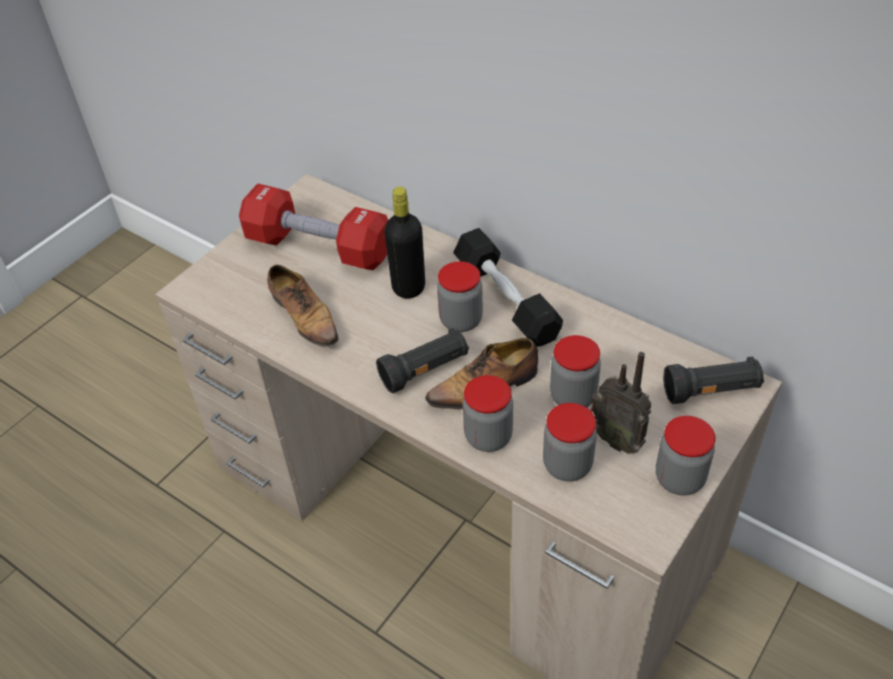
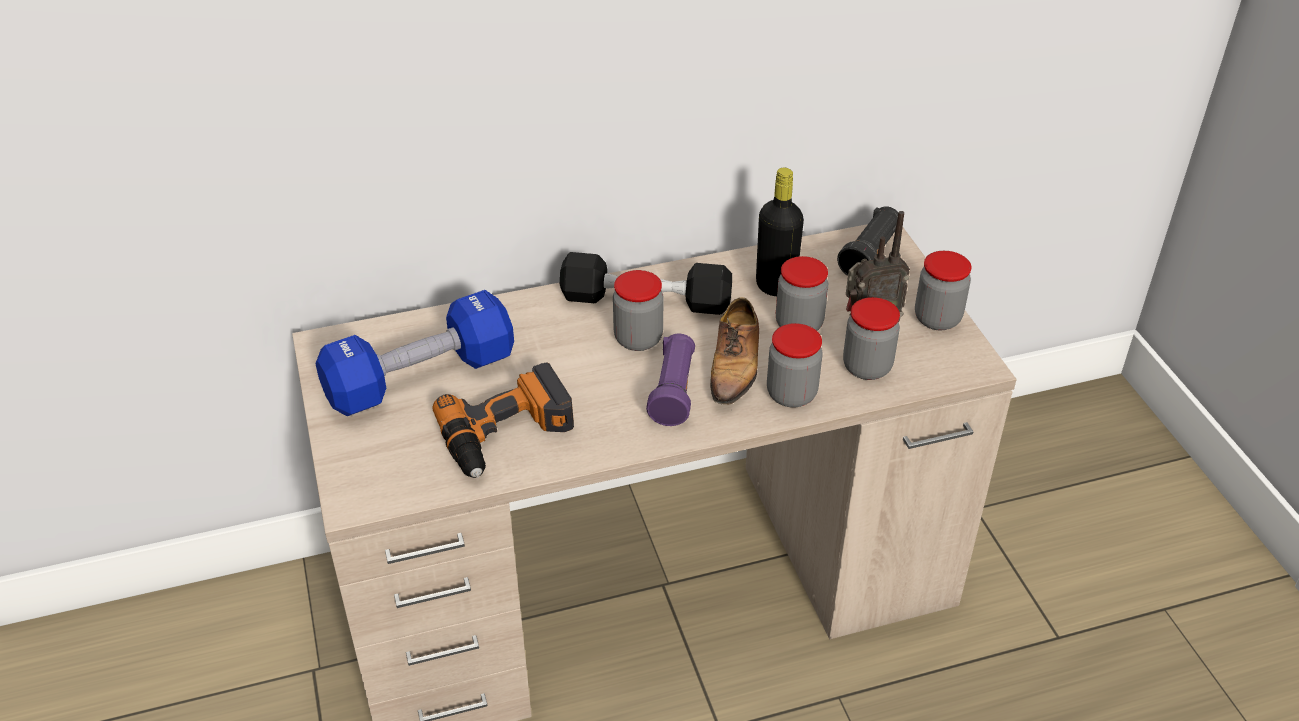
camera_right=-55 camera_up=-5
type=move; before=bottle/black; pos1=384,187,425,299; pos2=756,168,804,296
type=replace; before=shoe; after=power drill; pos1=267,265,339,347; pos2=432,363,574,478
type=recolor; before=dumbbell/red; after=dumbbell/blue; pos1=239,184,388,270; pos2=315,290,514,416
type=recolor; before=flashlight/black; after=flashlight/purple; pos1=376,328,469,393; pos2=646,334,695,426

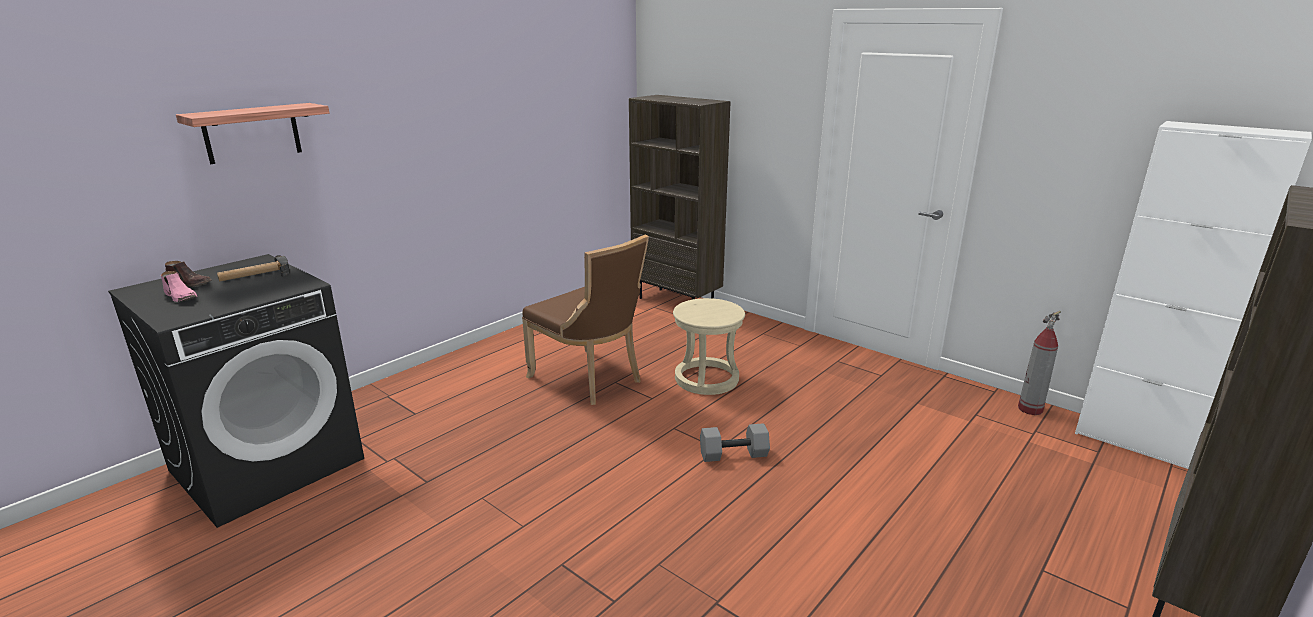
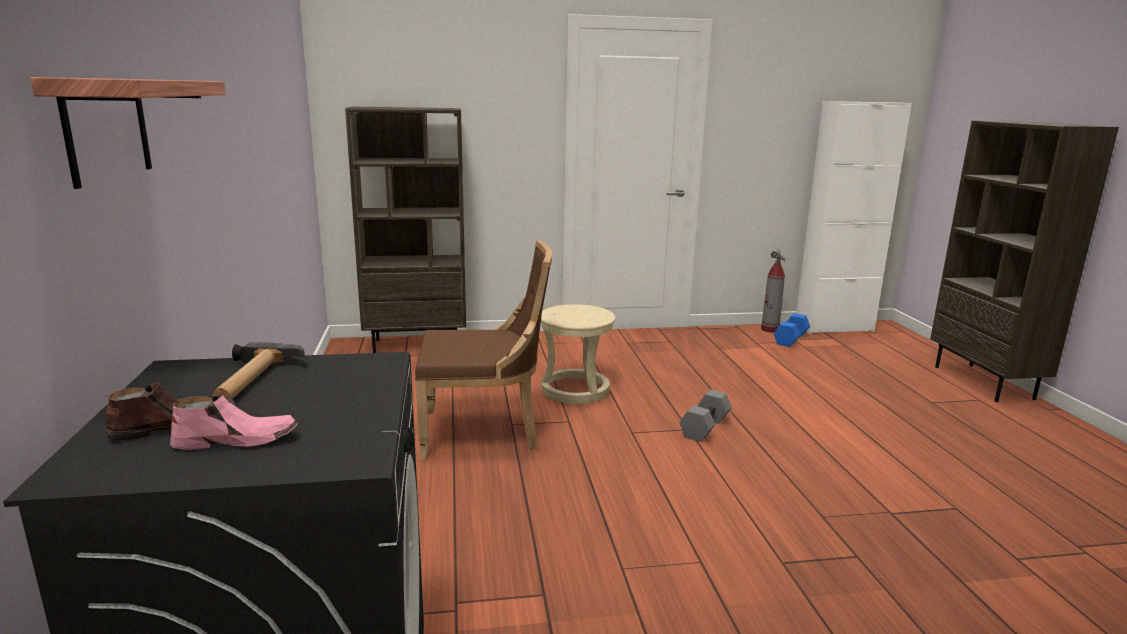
camera_right=-50 camera_up=-5
type=insert; after=dumbbell/blue; pos2=774,313,810,347

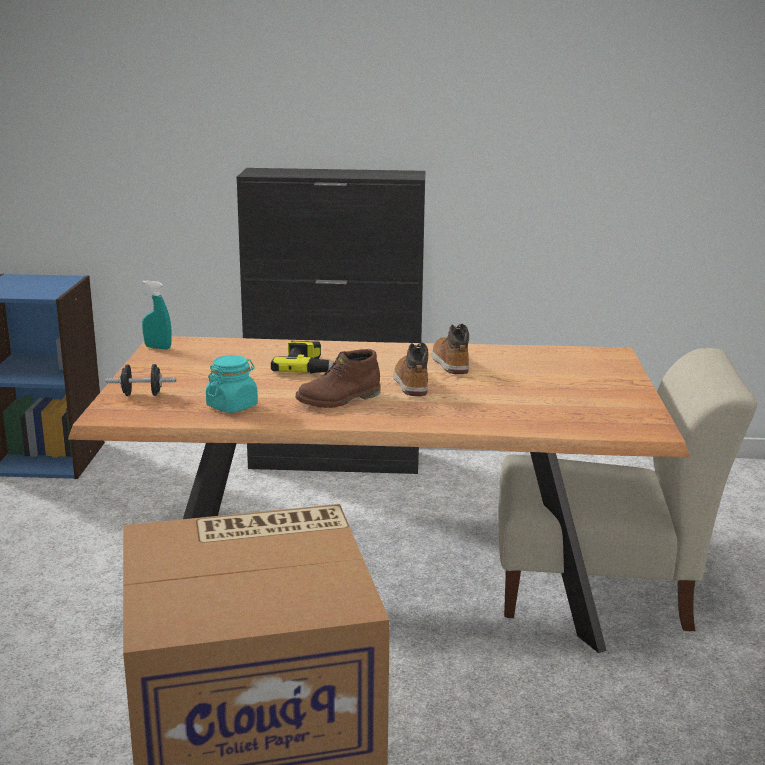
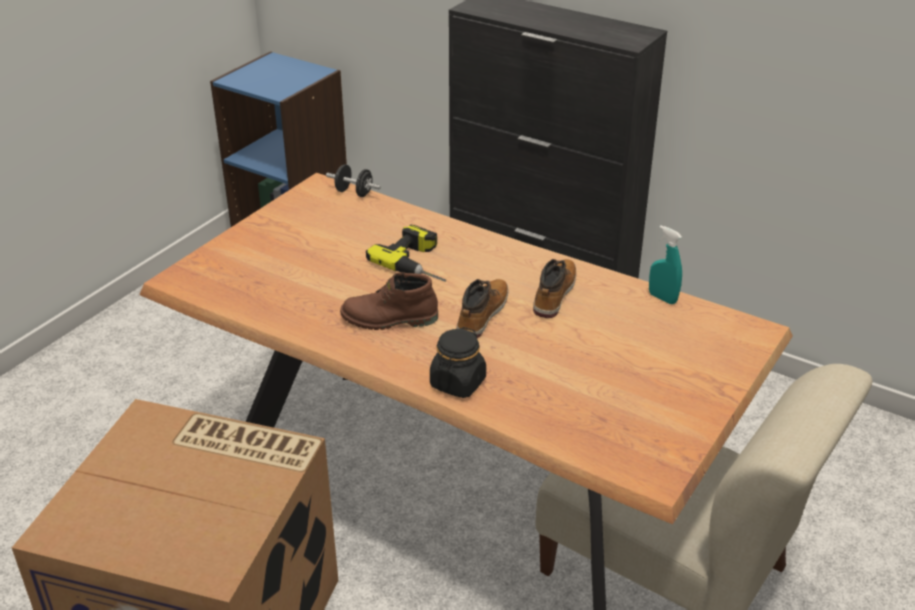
camera_right=30 camera_up=15
type=delete; before=jar/turquoise; pos1=206,355,258,413
type=insert; after=jar/black; pos2=430,327,486,398
type=move; before=dumbbell/black; pos1=106,364,176,396; pos2=326,164,381,197
type=move; before=spray bottle/turquoise; pos1=142,281,172,349; pos2=649,225,682,304

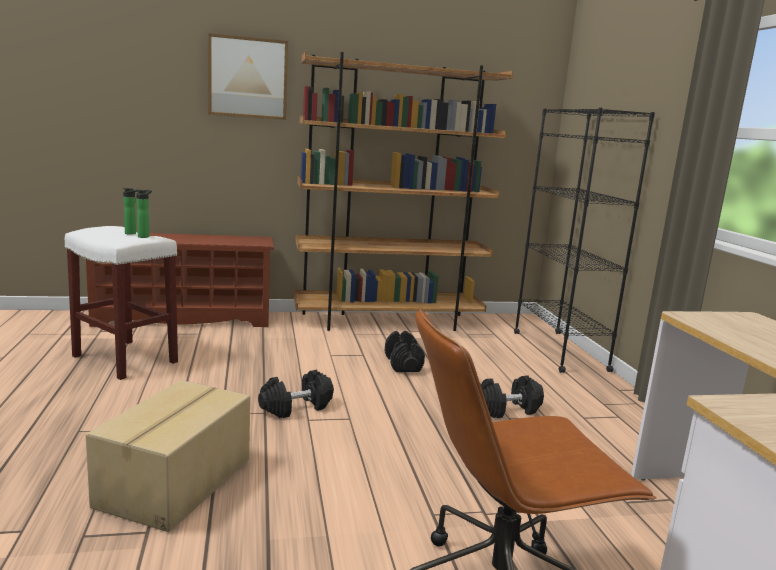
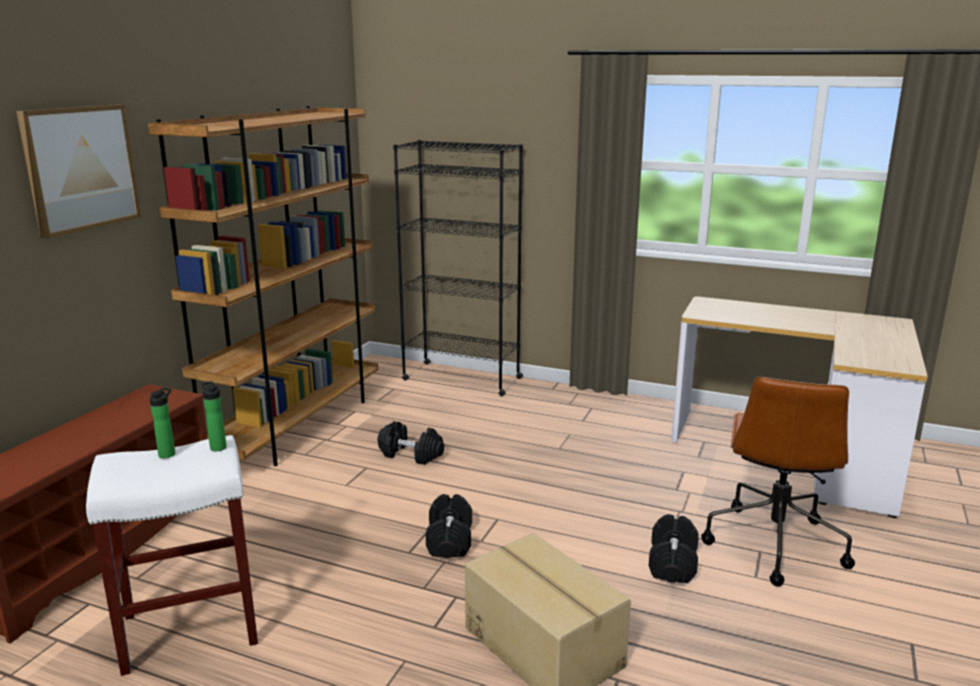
camera_right=-55 camera_up=5
type=move; before=dumbbell/black; pos1=480,375,544,418; pos2=649,514,699,583

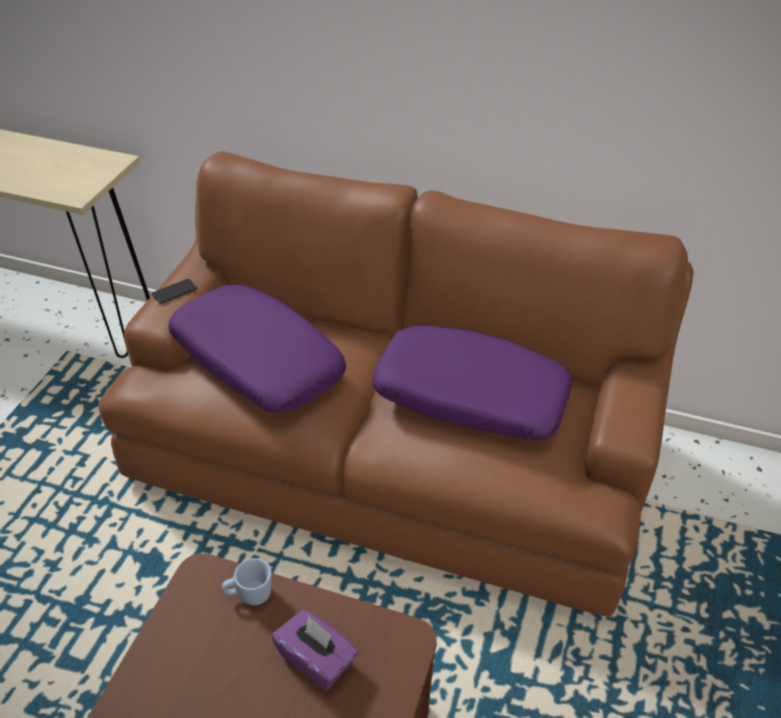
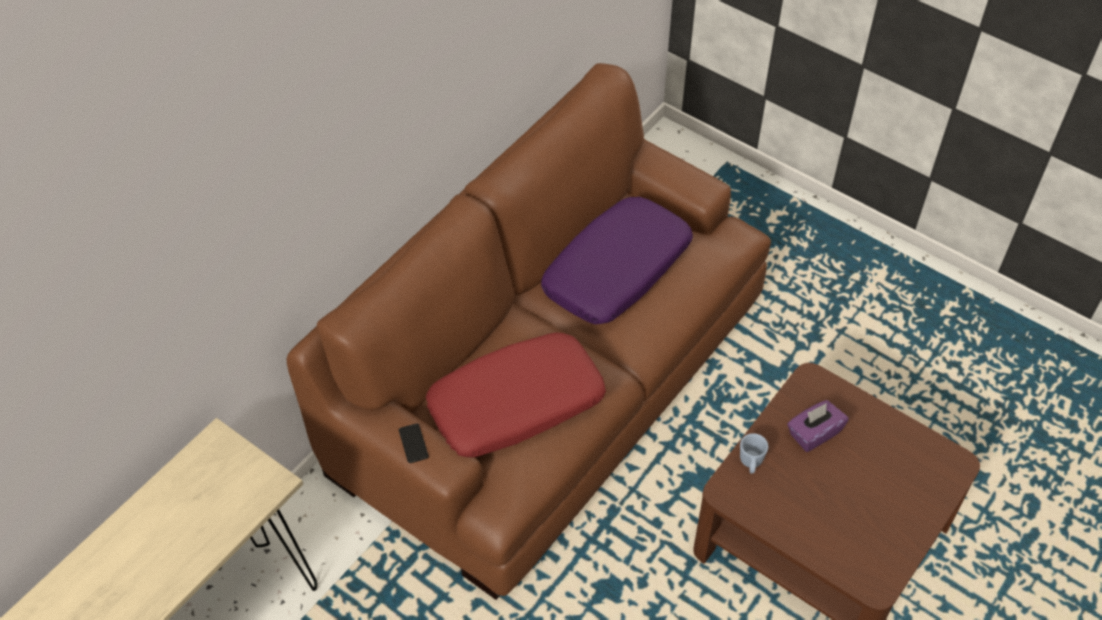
camera_right=-70 camera_up=10
type=recolor; before=pillow/purple; after=pillow/red; pos1=168,285,346,413; pos2=426,333,606,457

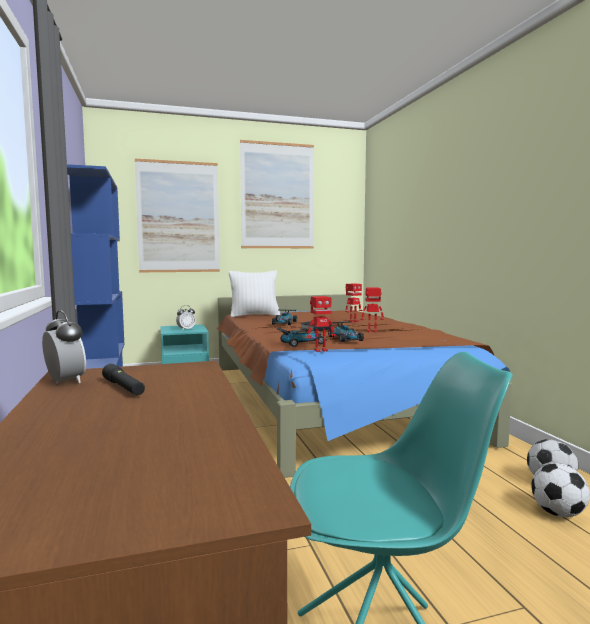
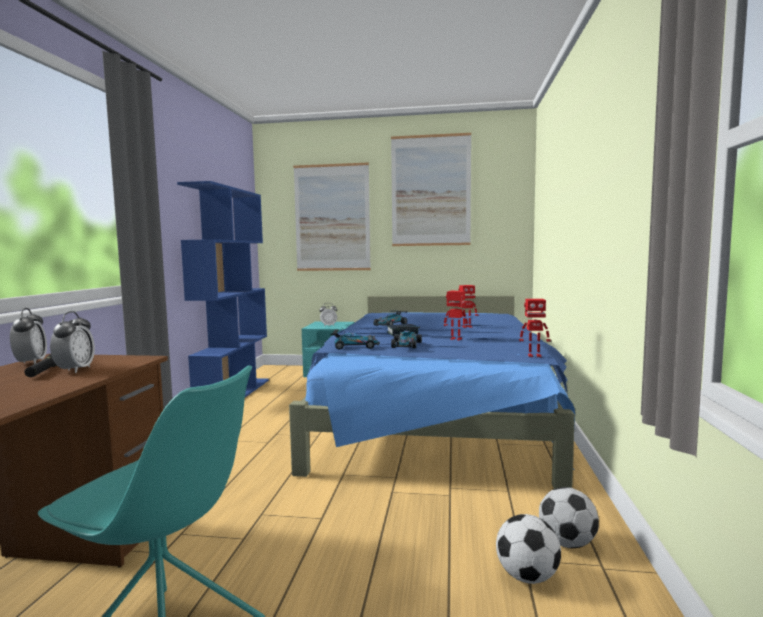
camera_right=25 camera_up=0
type=delete; before=pillow/white; pos1=229,270,280,317
type=insert; after=alarm clock; pos2=50,311,95,373
type=move; before=toy robot; pos1=307,296,335,352; pos2=519,299,551,357
type=recolor; before=bed/brown; after=bed/blue; pos1=216,294,512,478; pos2=289,296,575,489

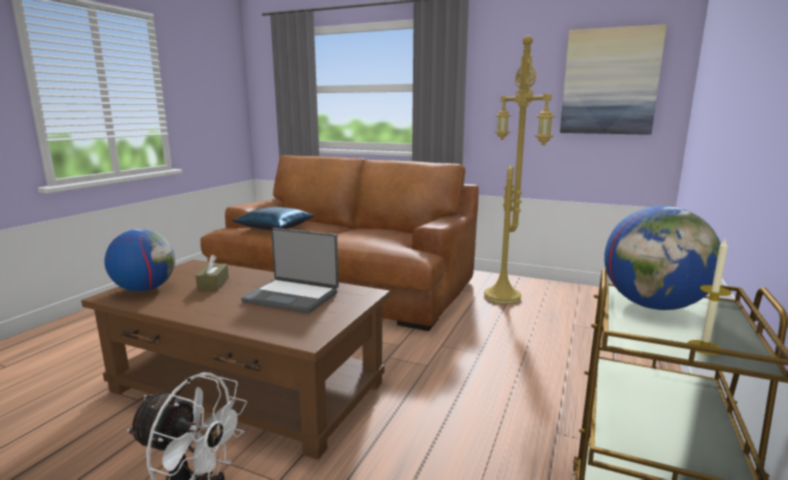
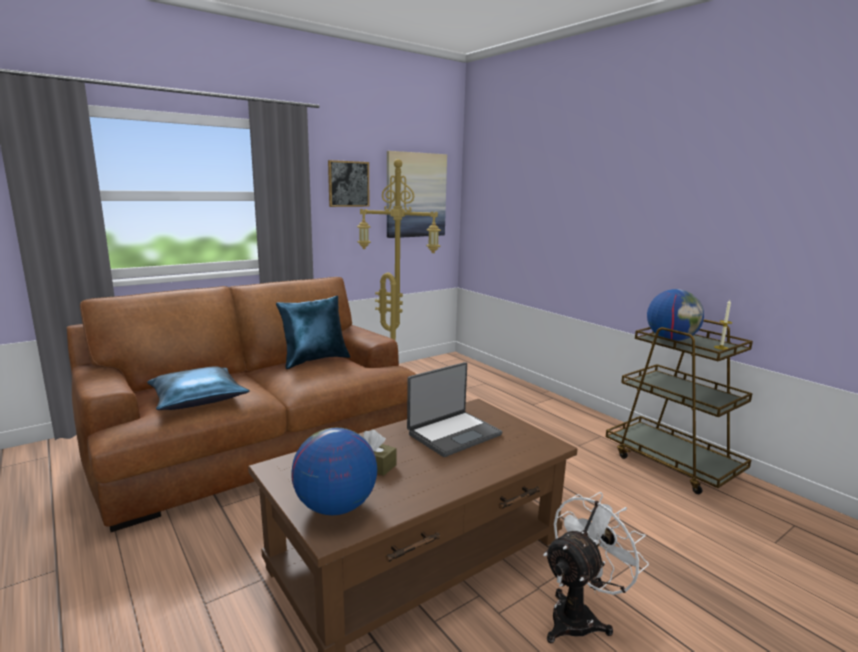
camera_right=-60 camera_up=0
type=insert; after=pillow/blue; pos2=276,296,350,369
type=insert; after=picture; pos2=328,160,369,207

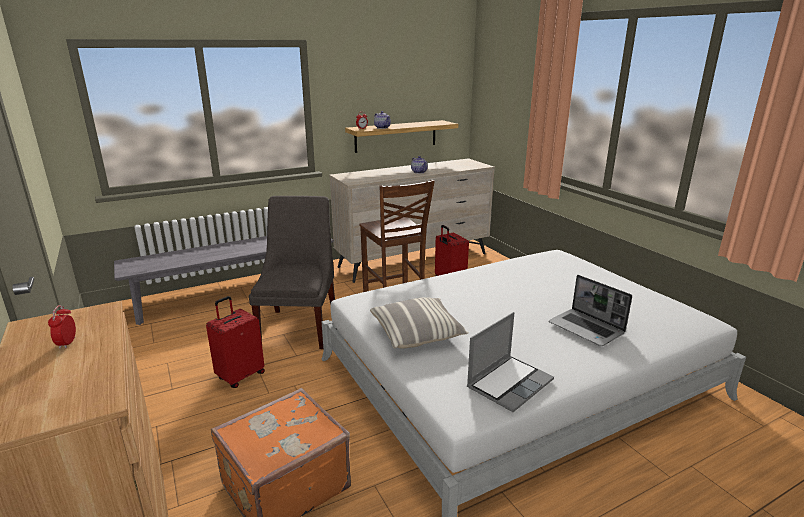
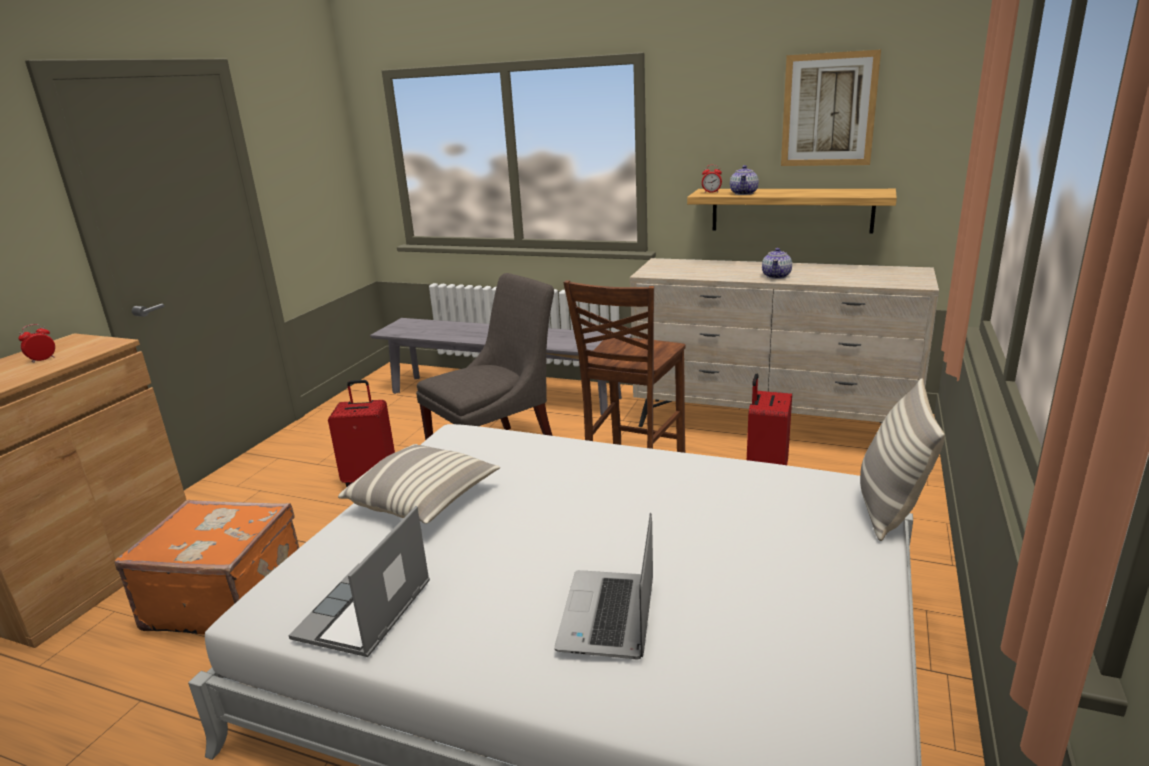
camera_right=50 camera_up=0
type=insert; after=picture; pos2=781,50,881,166
type=insert; after=pillow; pos2=860,379,945,541
type=rotate; before=laptop; pos1=467,312,554,412; pos2=289,506,430,657; turn=105

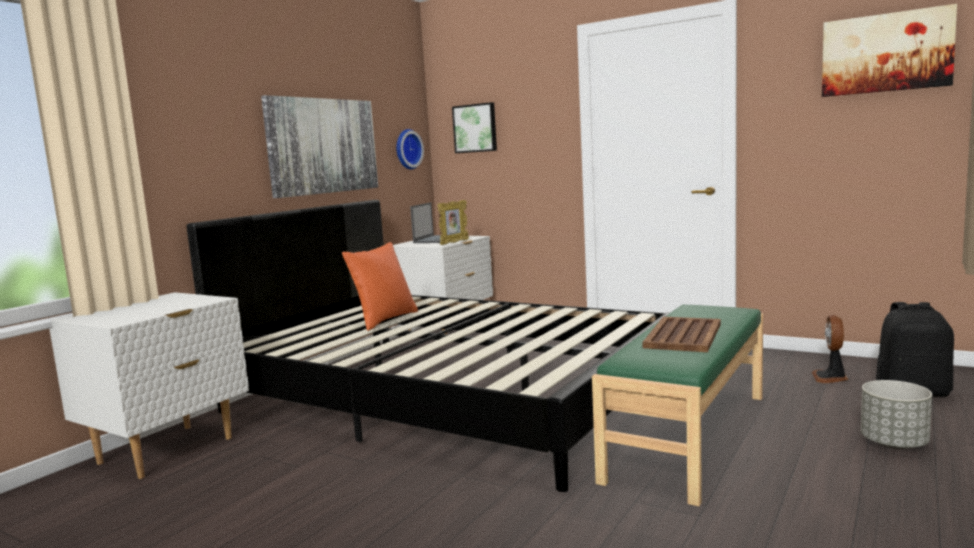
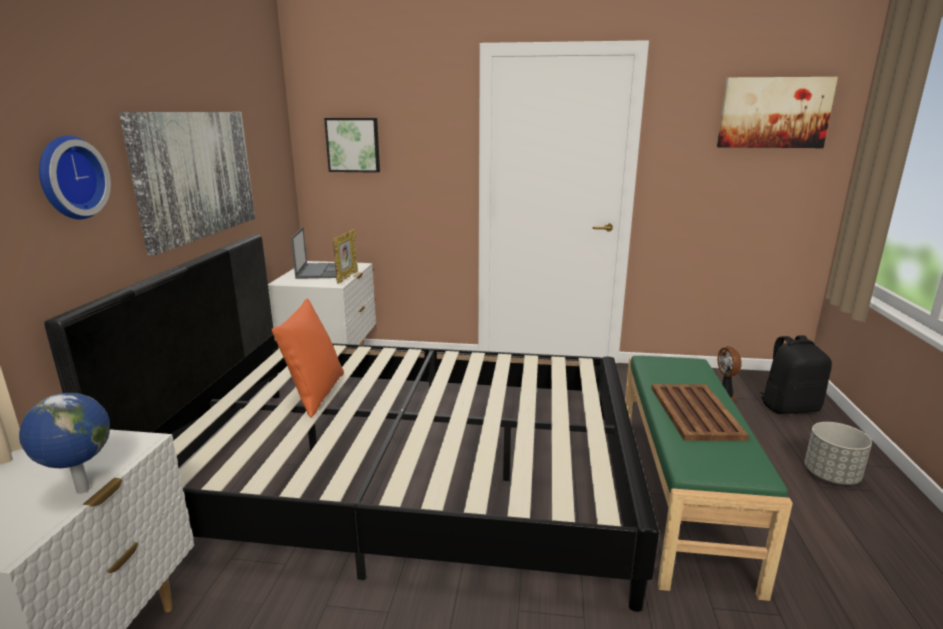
camera_right=-25 camera_up=10
type=insert; after=globe; pos2=19,393,110,494
type=move; before=wall clock; pos1=396,129,424,170; pos2=39,135,111,219

